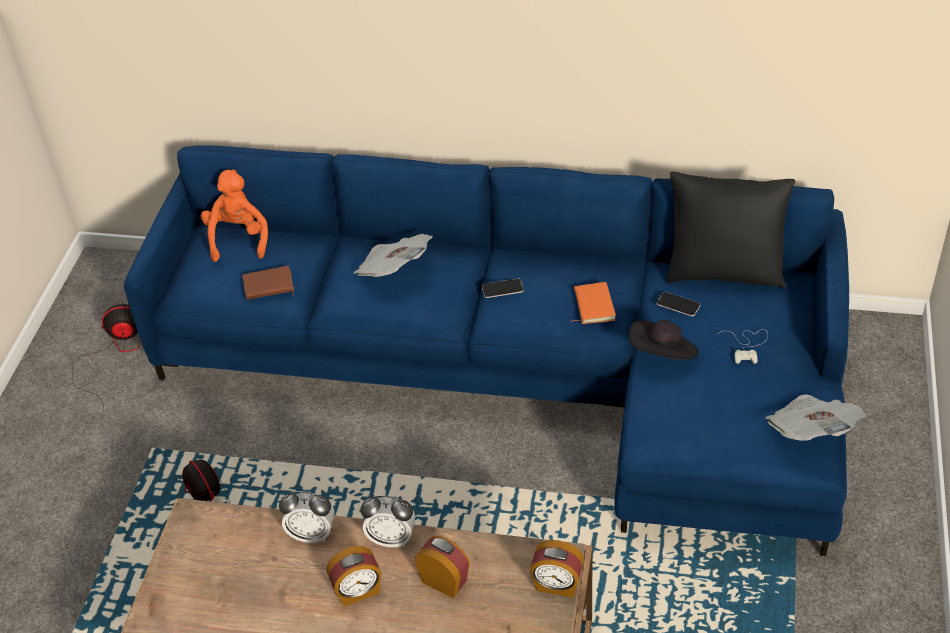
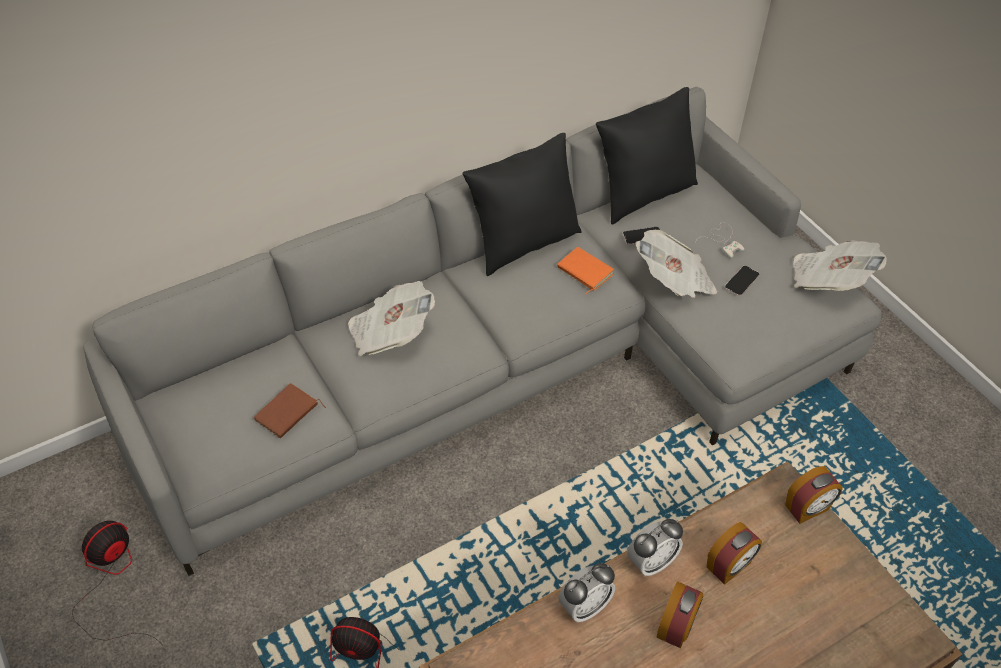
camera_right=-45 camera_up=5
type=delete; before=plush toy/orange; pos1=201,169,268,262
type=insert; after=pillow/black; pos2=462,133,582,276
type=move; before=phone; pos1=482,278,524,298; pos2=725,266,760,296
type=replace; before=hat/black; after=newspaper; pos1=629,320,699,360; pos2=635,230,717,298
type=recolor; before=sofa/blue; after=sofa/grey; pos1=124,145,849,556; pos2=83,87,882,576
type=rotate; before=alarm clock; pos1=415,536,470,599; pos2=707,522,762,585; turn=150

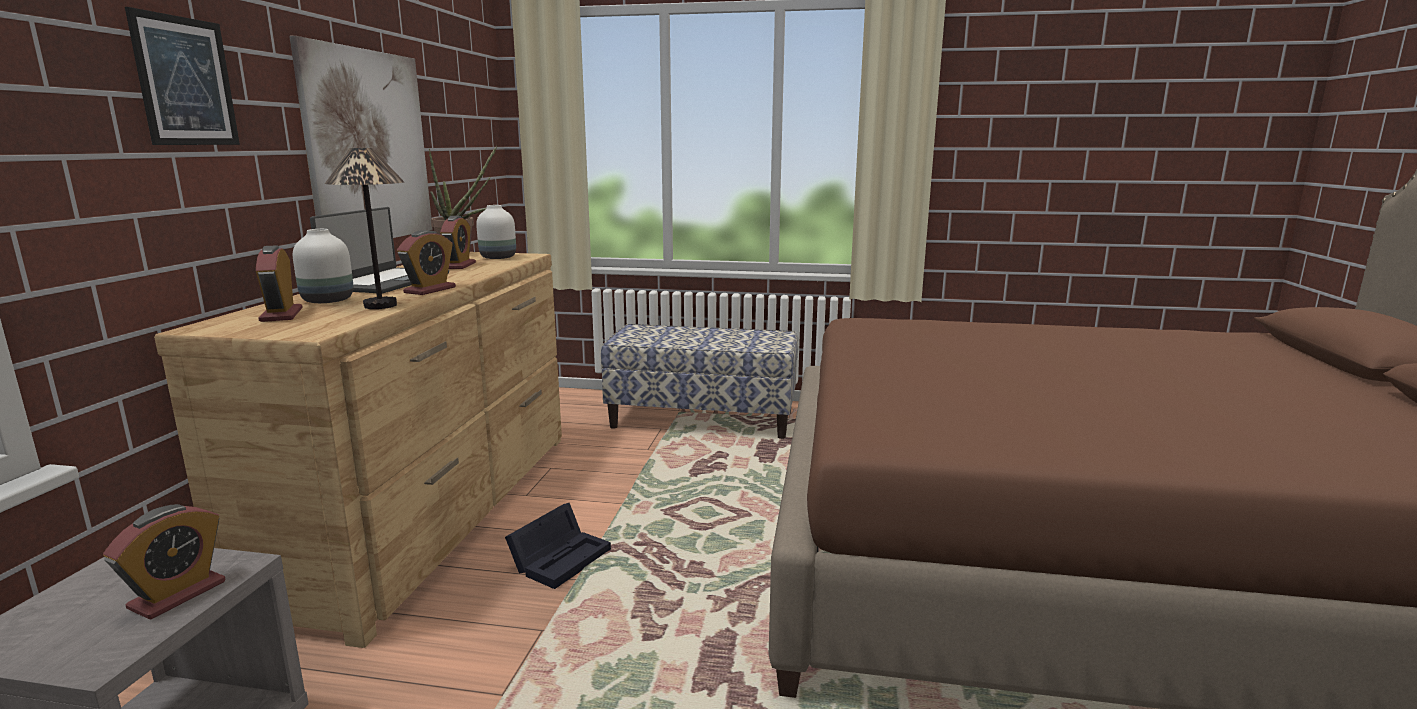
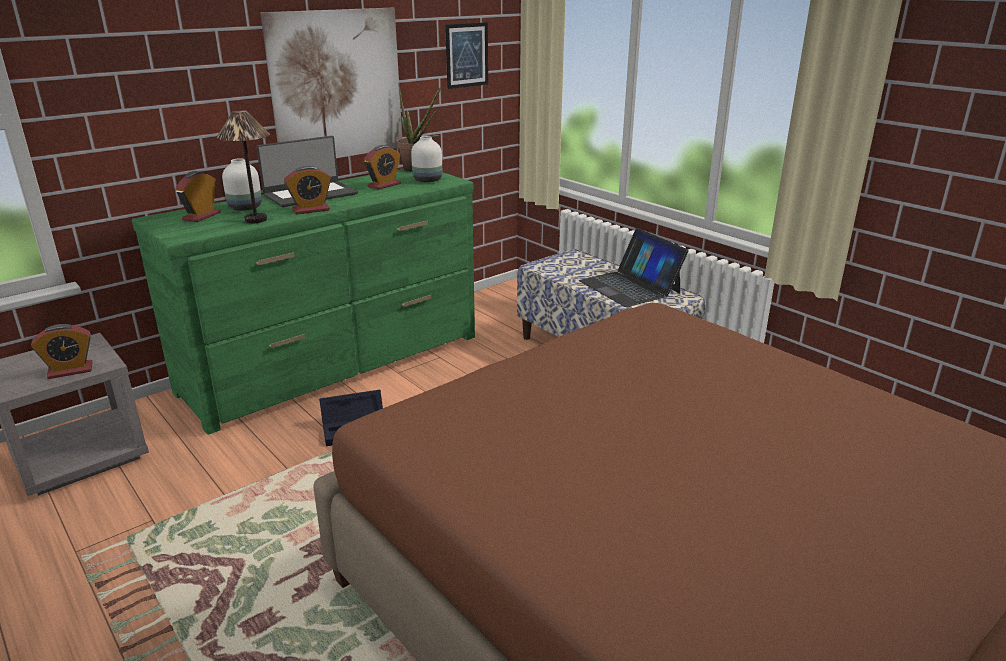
camera_right=40 camera_up=10
type=insert; after=laptop; pos2=579,228,689,307
type=move; before=picture; pos1=125,7,240,145; pos2=445,22,488,89
type=recolor; before=dresser/brown; after=dresser/green; pos1=154,252,562,648; pos2=132,168,475,435

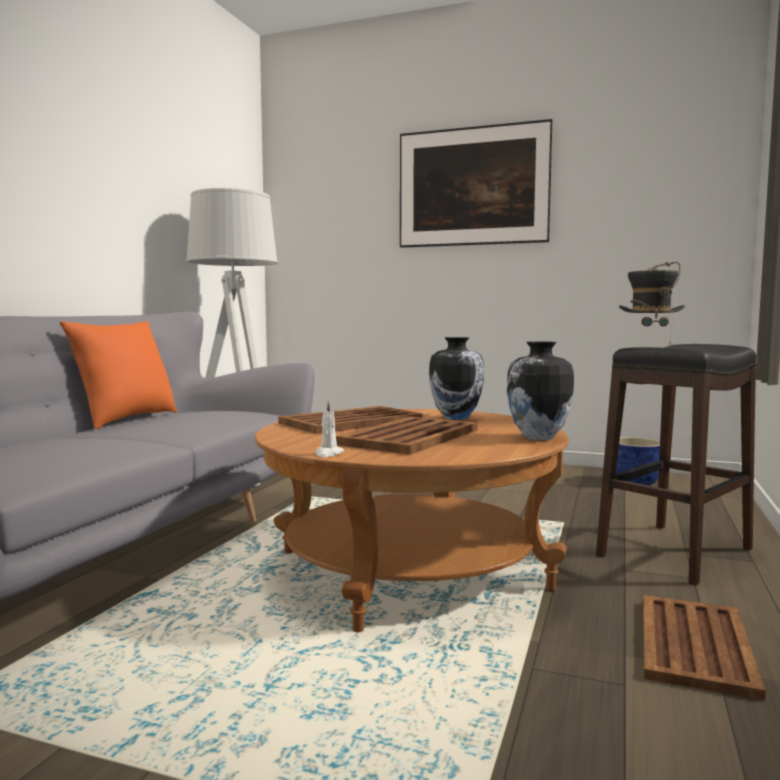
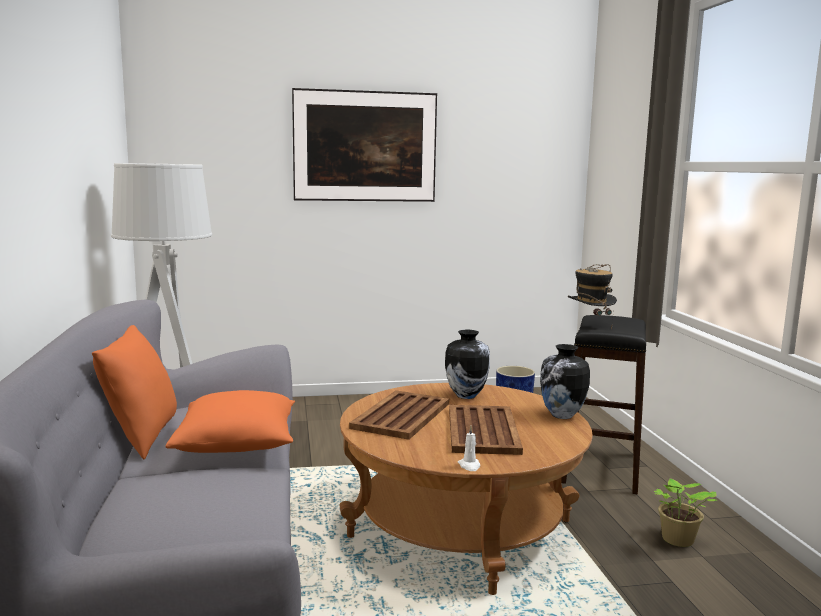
camera_right=-30 camera_up=5
type=insert; after=pillow/orange; pos2=166,390,295,453
type=replace; before=tray/brown; after=potted plant; pos1=643,595,766,701; pos2=654,479,717,547

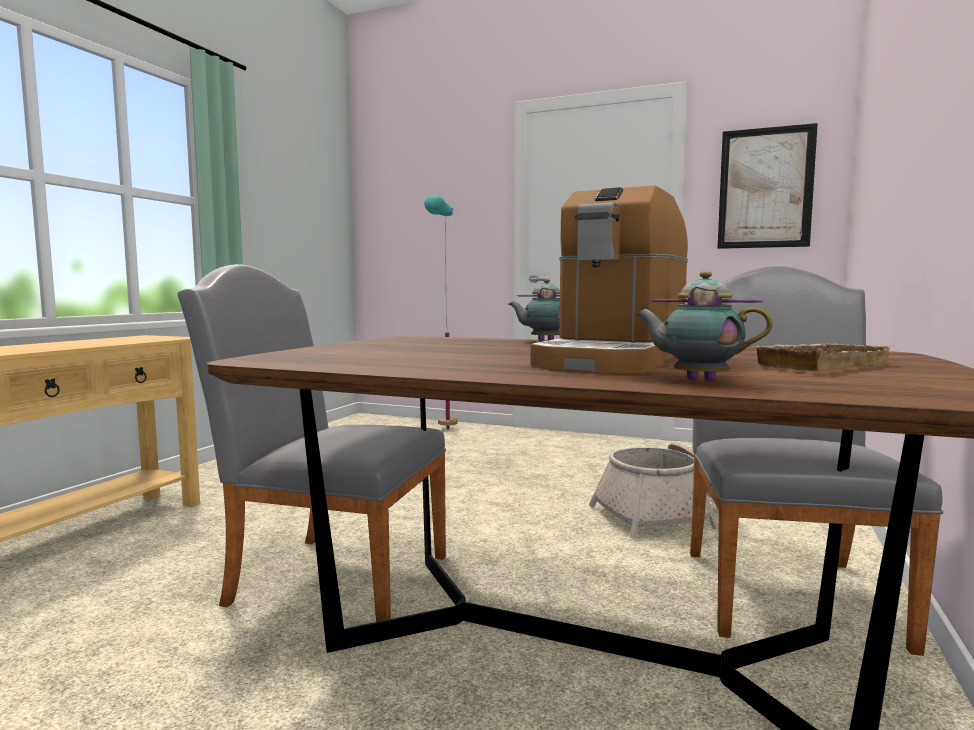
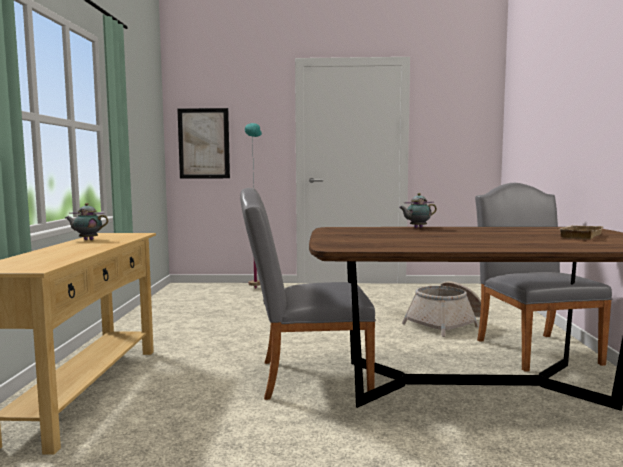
camera_right=-20 camera_up=0
type=delete; before=coffee machine; pos1=530,185,688,374
type=move; before=teapot; pos1=635,271,772,382; pos2=65,203,108,240
type=move; before=picture; pos1=717,123,818,249; pos2=177,108,230,179

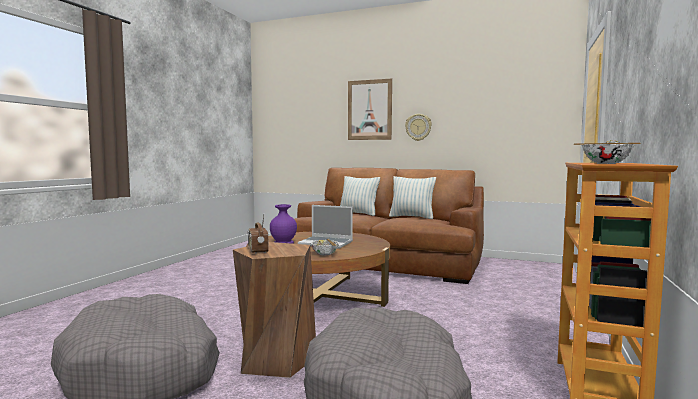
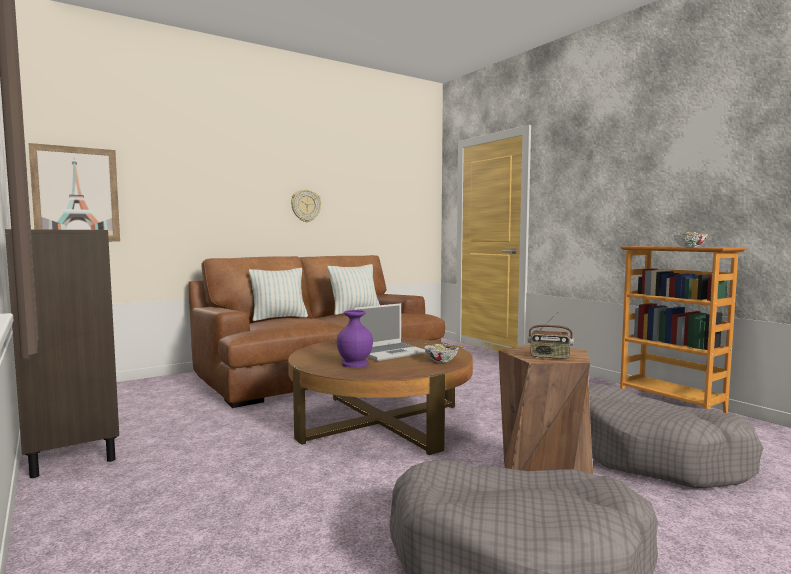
camera_right=-55 camera_up=0
type=insert; after=cabinet/brown; pos2=5,229,119,478
type=move; before=picture; pos1=348,78,392,140; pos2=28,143,120,242

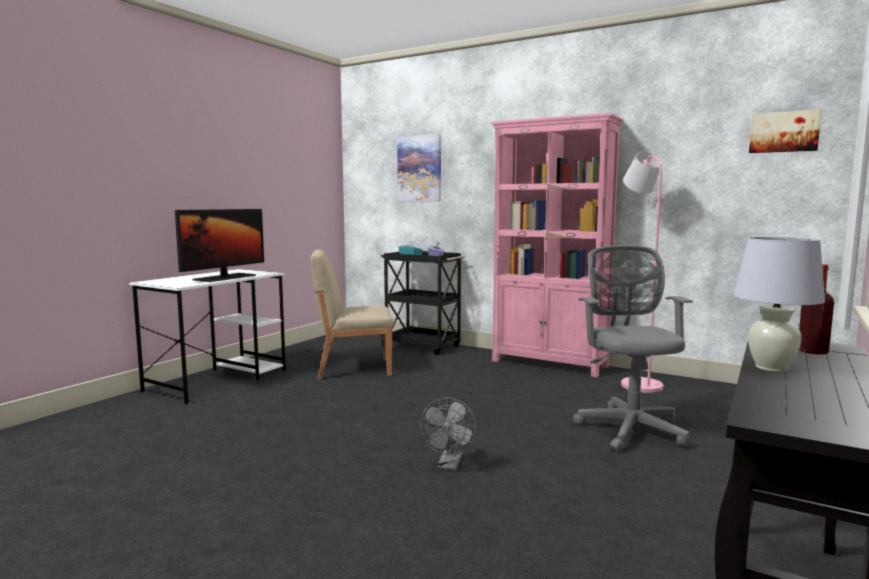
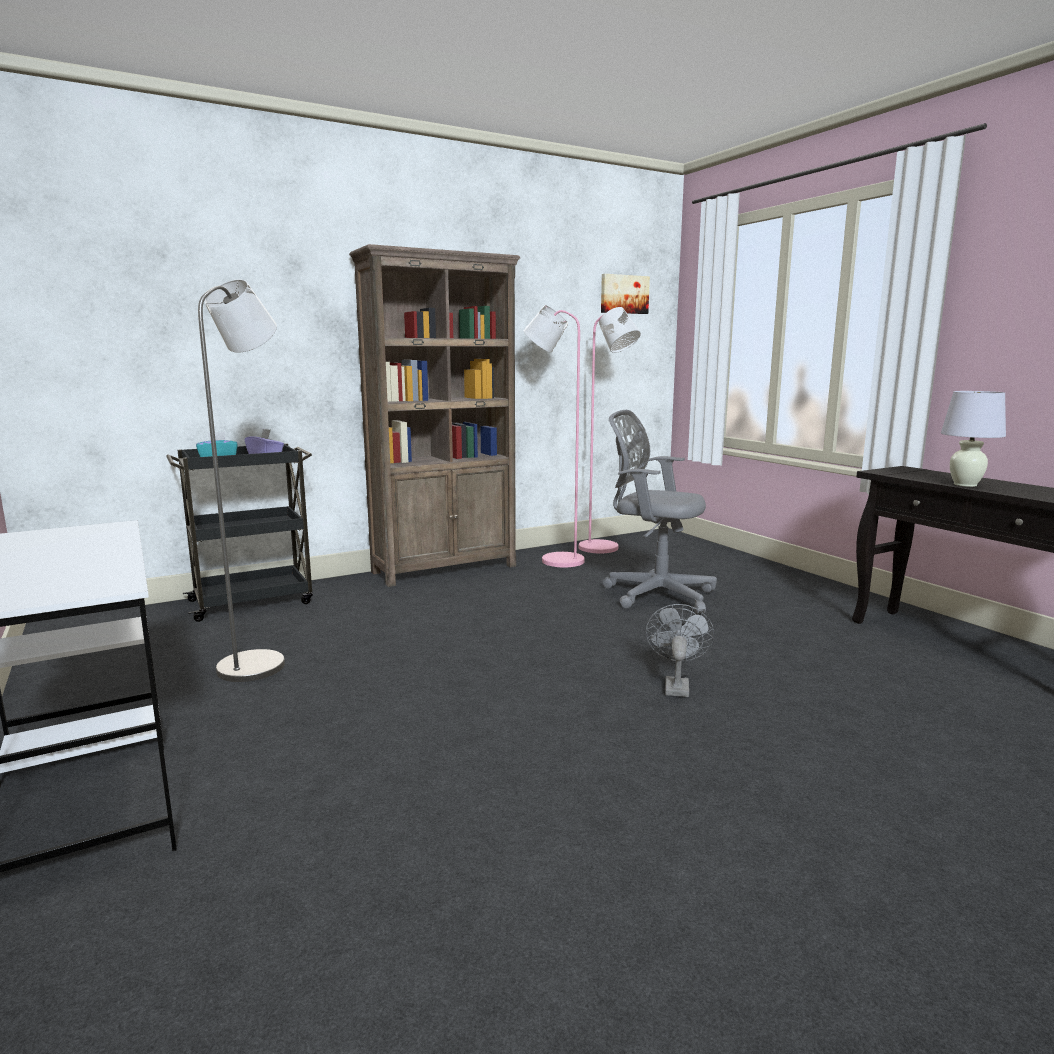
camera_right=-60 camera_up=5
type=delete; before=monitor; pos1=175,209,264,282
type=delete; before=picture; pos1=397,134,441,202
type=delete; before=bottle; pos1=799,264,834,354
type=insert; after=floor lamp/pink; pos2=579,307,641,553
type=replace; before=chair/beige; after=floor lamp/grey; pos1=310,250,393,379; pos2=198,279,285,682
type=recolor; before=bookcase/pink; after=bookcase/brown; pos1=491,113,624,377; pos2=349,244,521,587
type=rotate; before=fan/grey; pos1=420,397,476,470; pos2=646,604,714,697; turn=-120

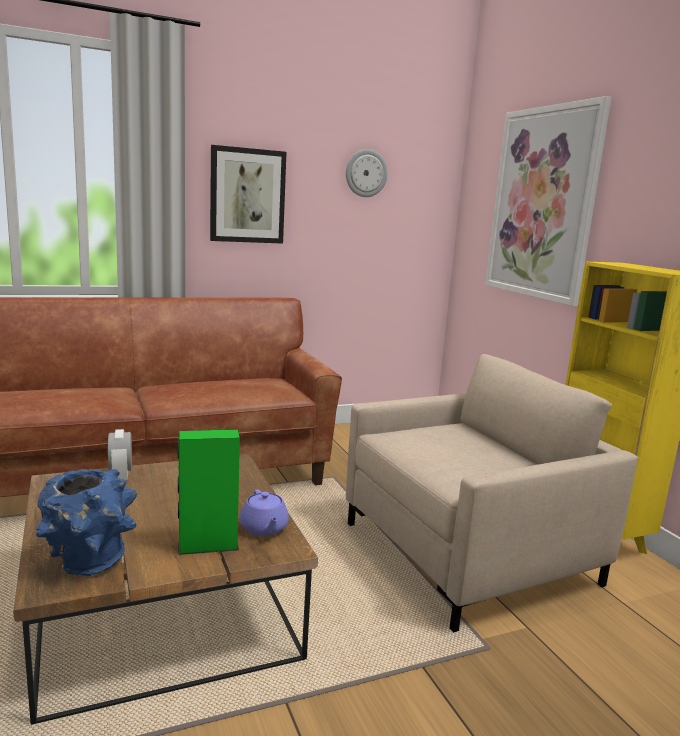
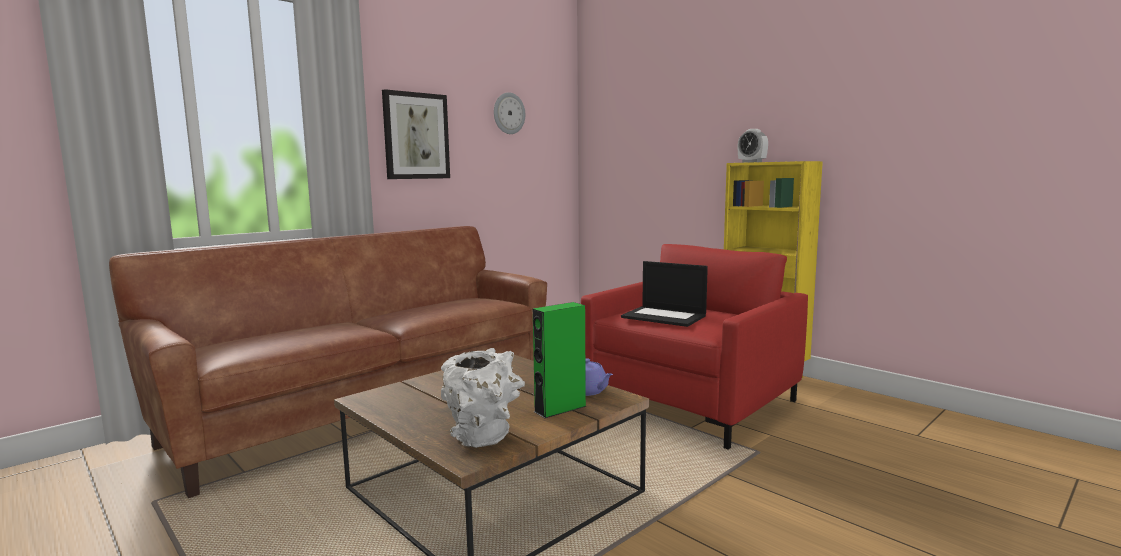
camera_right=-20 camera_up=-5
type=delete; before=picture; pos1=485,96,611,306
type=insert; after=laptop; pos2=621,261,708,327
type=move; before=alarm clock; pos1=108,429,132,483; pos2=738,129,768,163
type=recolor; before=vase/blue; after=vase/white; pos1=36,469,137,576; pos2=441,348,525,448
type=recolor; before=armchair/beige; after=armchair/red; pos1=346,354,639,632; pos2=581,244,808,450

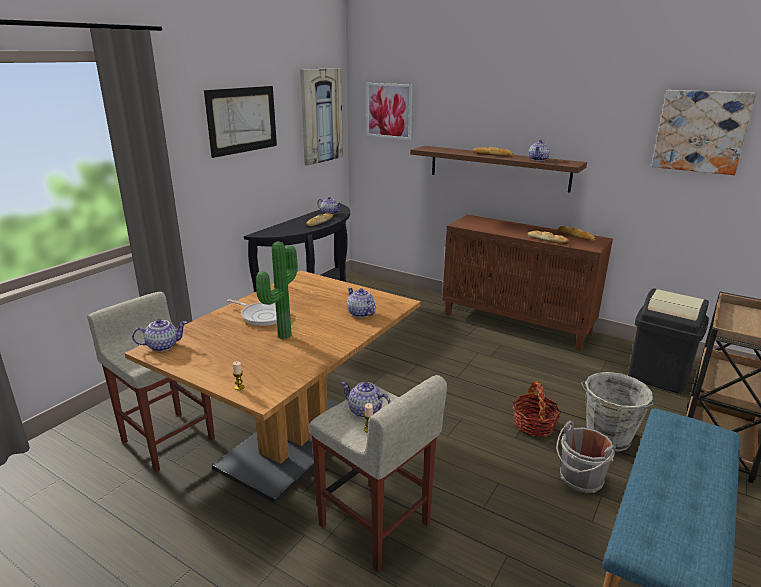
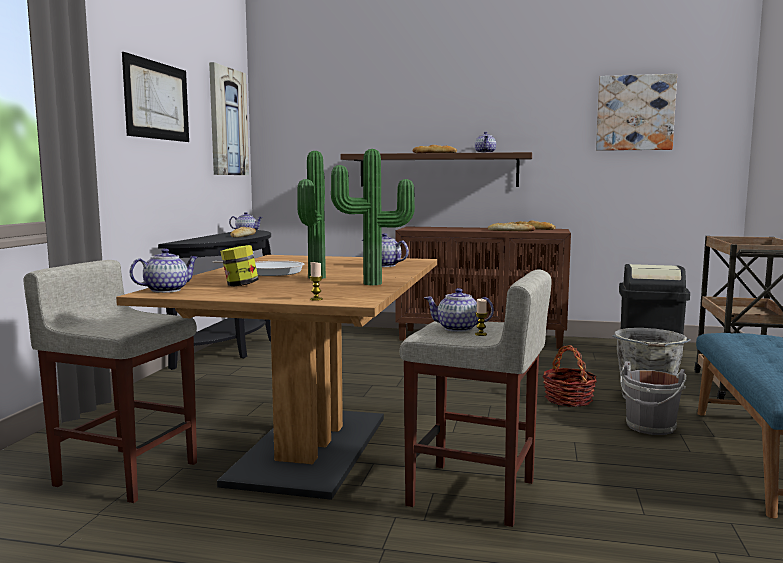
camera_right=-20 camera_up=-15
type=delete; before=picture; pos1=366,83,413,140
type=insert; after=jar; pos2=220,245,259,286
type=insert; after=potted plant; pos2=331,149,415,285

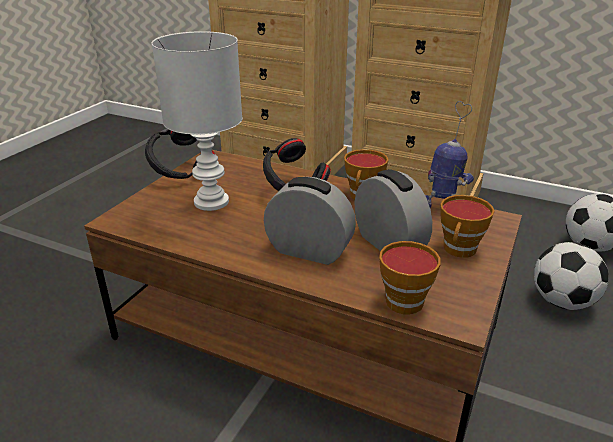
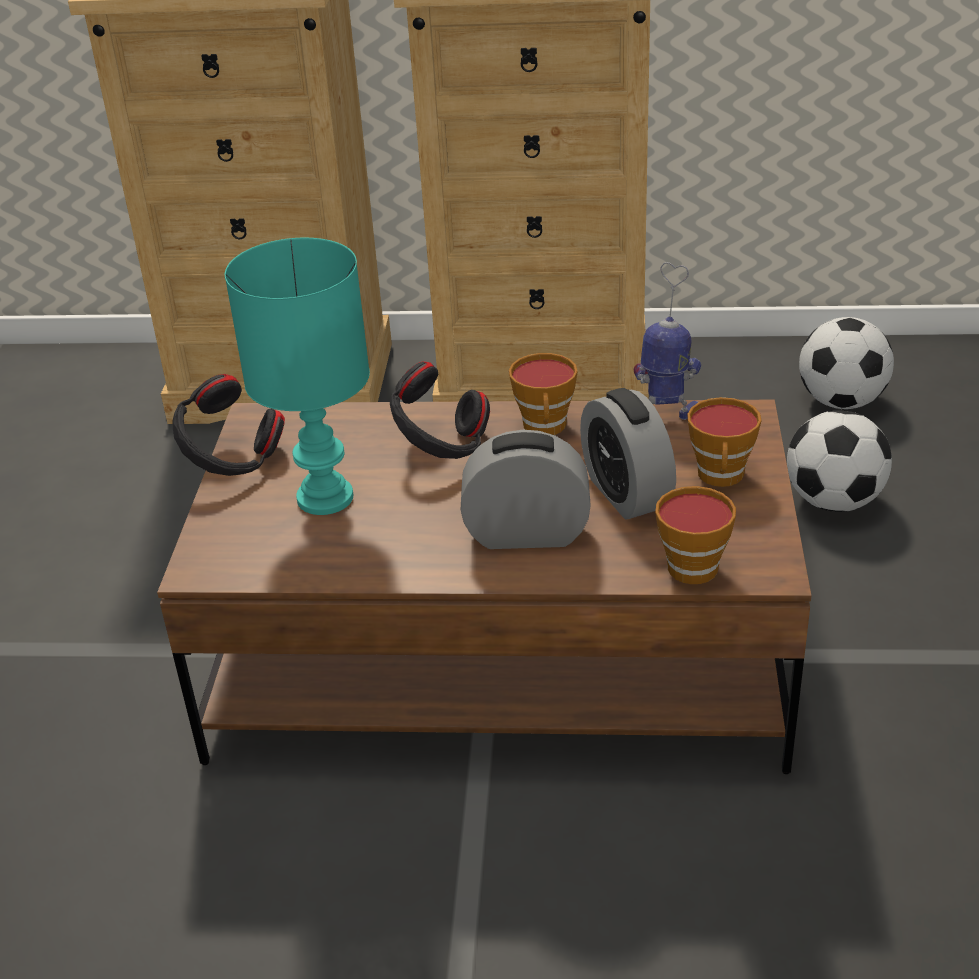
camera_right=-20 camera_up=5
type=recolor; before=table lamp/white; after=table lamp/turquoise; pos1=152,31,243,211; pos2=225,238,370,515
type=rotate; before=alarm clock; pos1=355,169,432,251; pos2=580,388,676,520; turn=-150

